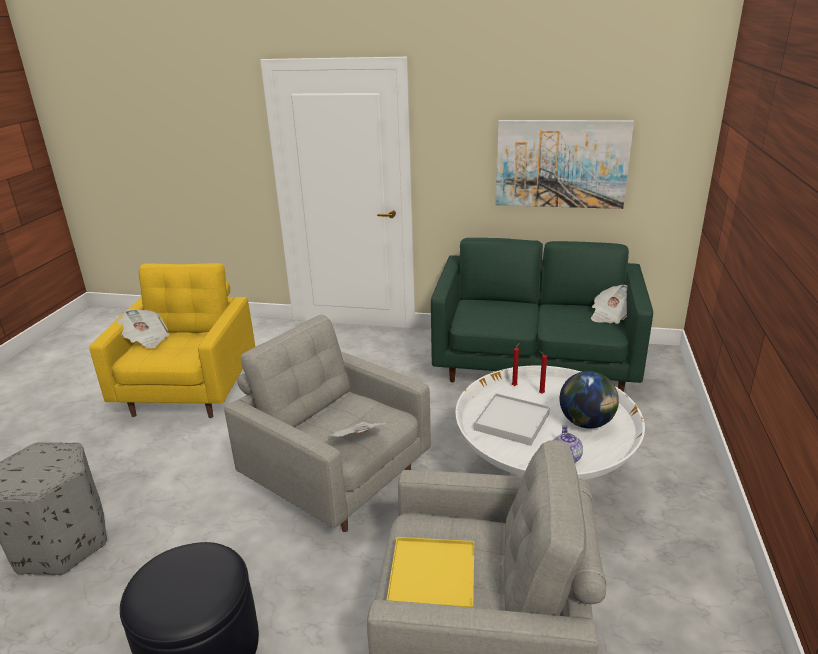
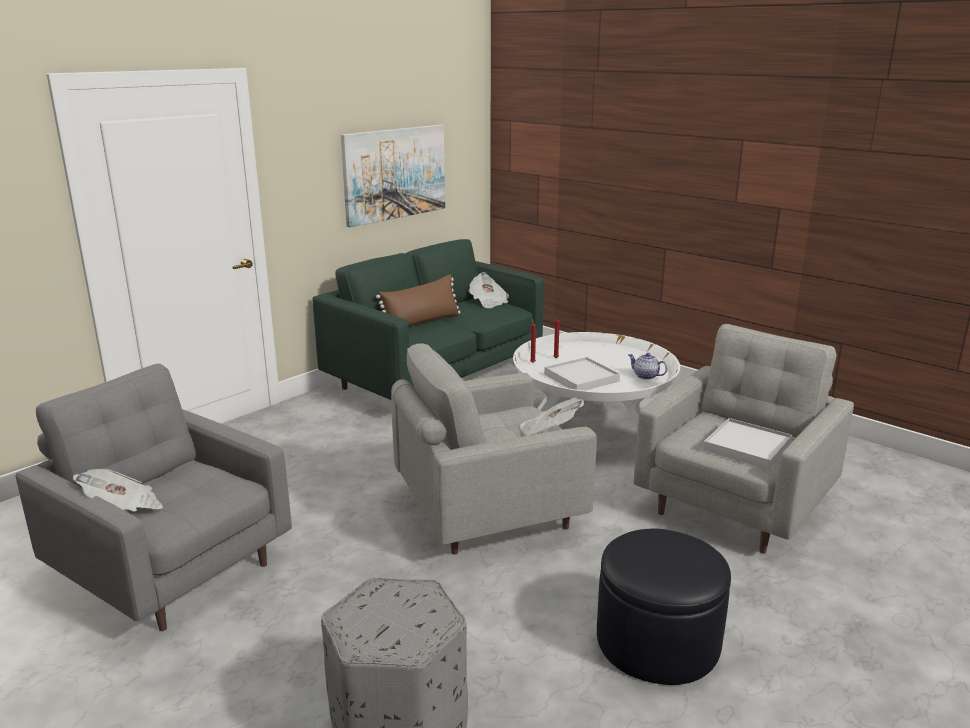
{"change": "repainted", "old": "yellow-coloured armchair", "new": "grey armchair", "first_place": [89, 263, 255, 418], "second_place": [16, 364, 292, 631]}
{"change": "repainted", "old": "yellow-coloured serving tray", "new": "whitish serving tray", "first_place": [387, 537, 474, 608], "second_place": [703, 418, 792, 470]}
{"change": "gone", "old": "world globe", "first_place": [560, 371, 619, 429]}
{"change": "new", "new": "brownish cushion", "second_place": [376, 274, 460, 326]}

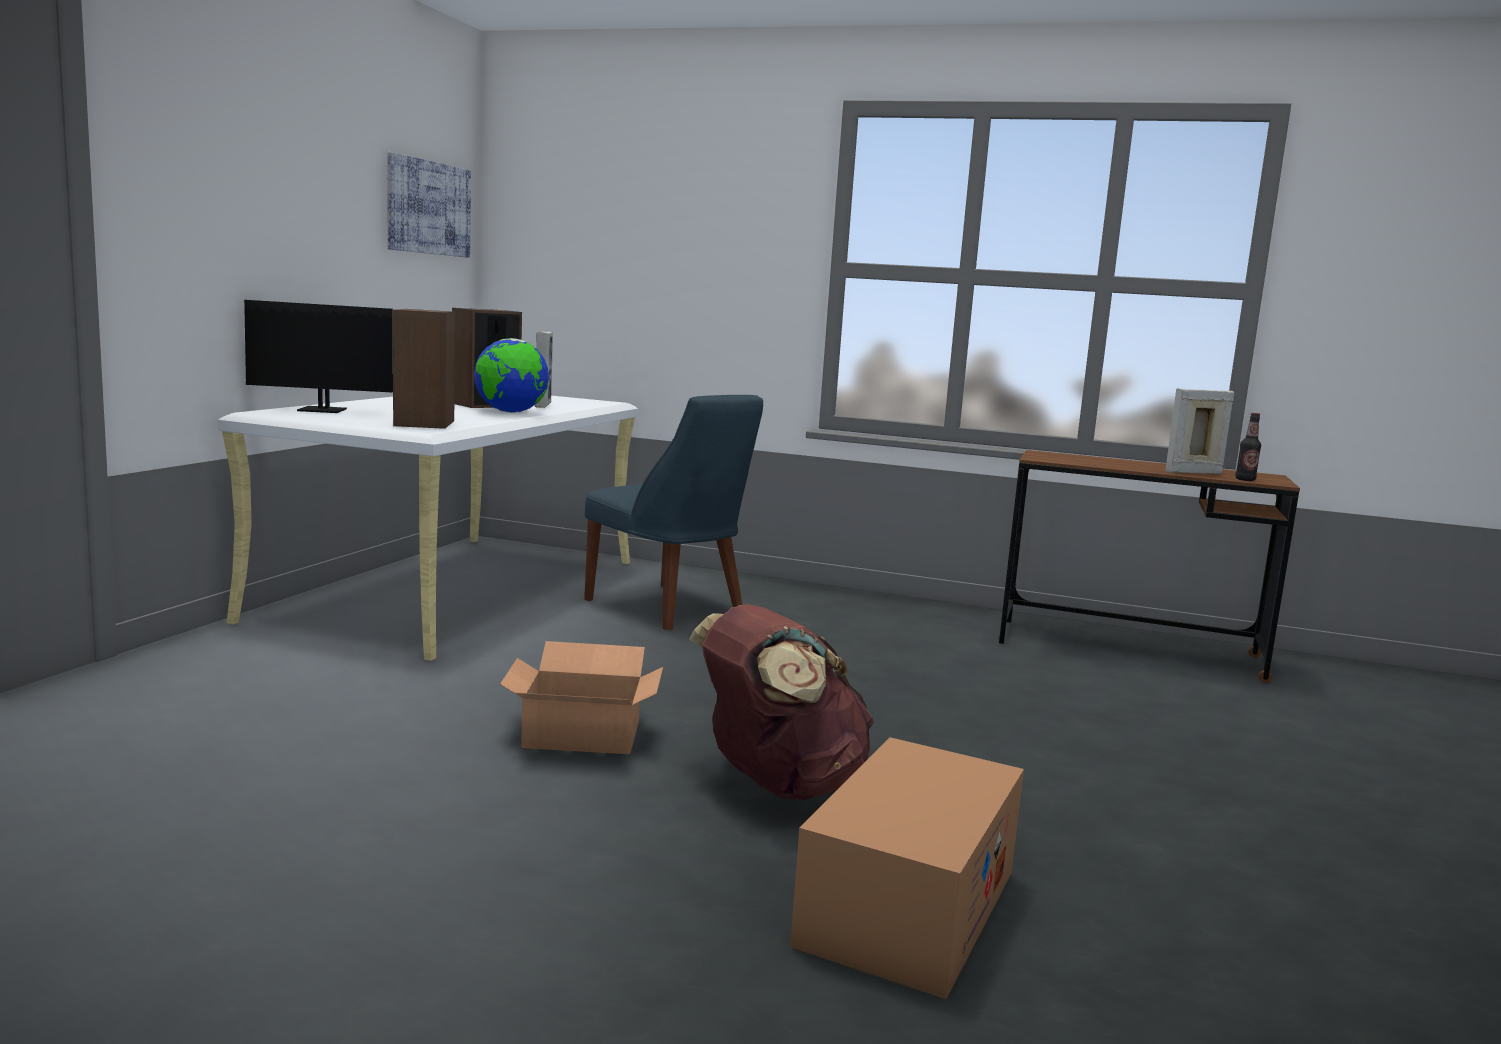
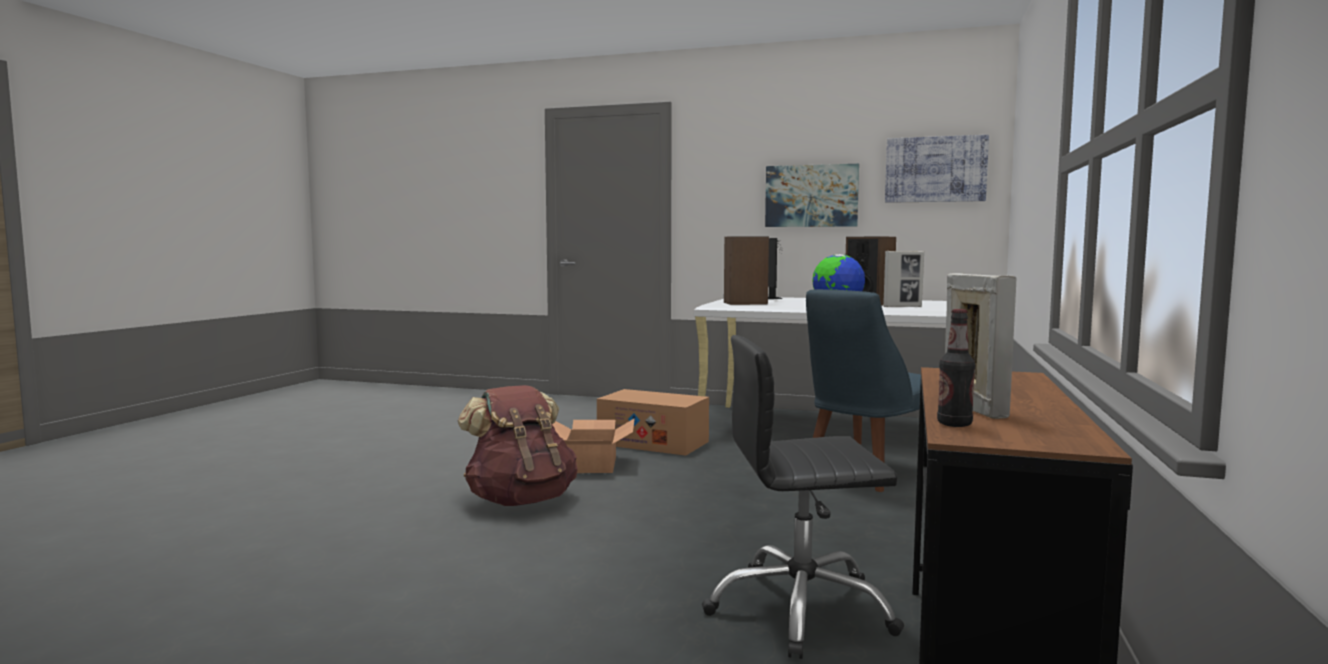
{"change": "shifted", "old": "carton", "first_place": [790, 737, 1024, 999], "second_place": [597, 389, 709, 456]}
{"change": "new", "new": "black computer chair", "second_place": [702, 335, 904, 659]}
{"change": "new", "new": "wall art", "second_place": [765, 164, 859, 227]}

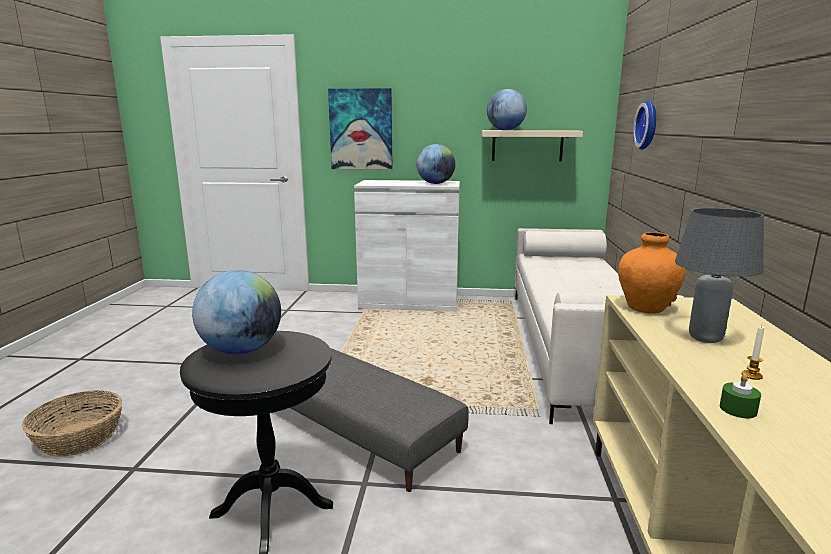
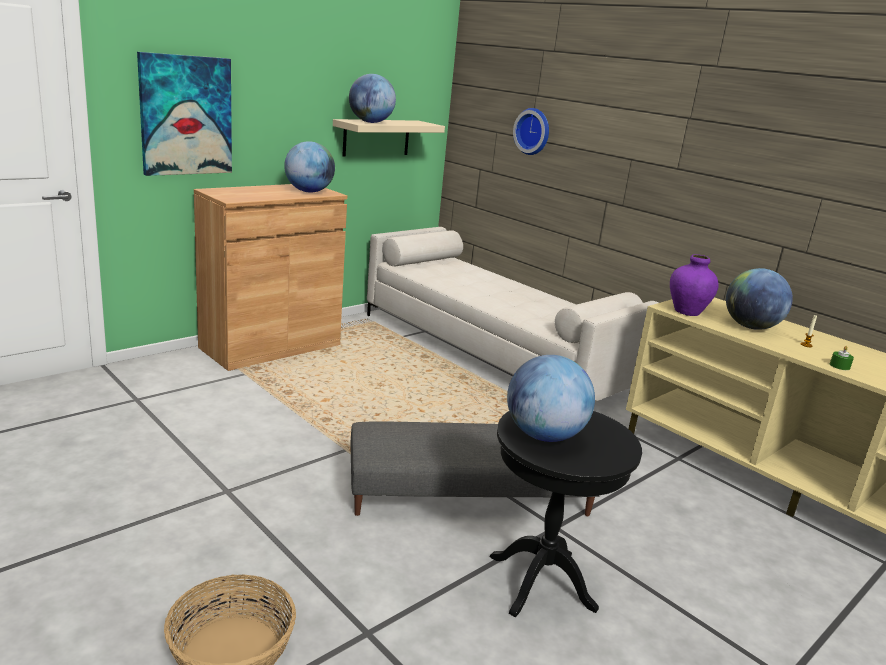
{"change": "repainted", "old": "whitish storage cabinet", "new": "brownish storage cabinet", "first_place": [354, 180, 460, 312], "second_place": [194, 184, 347, 371]}
{"change": "repainted", "old": "orange-coloured flower vase", "new": "purplish flower vase", "first_place": [618, 232, 686, 314], "second_place": [670, 254, 719, 316]}
{"change": "swapped", "old": "grey lamp for a table", "new": "world globe", "first_place": [675, 208, 764, 343], "second_place": [726, 268, 793, 330]}

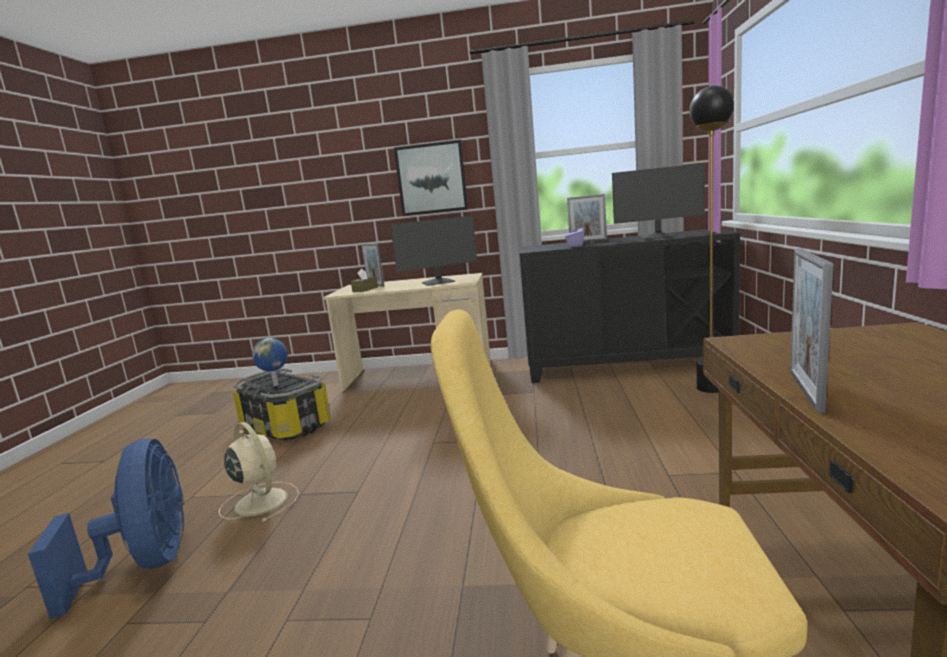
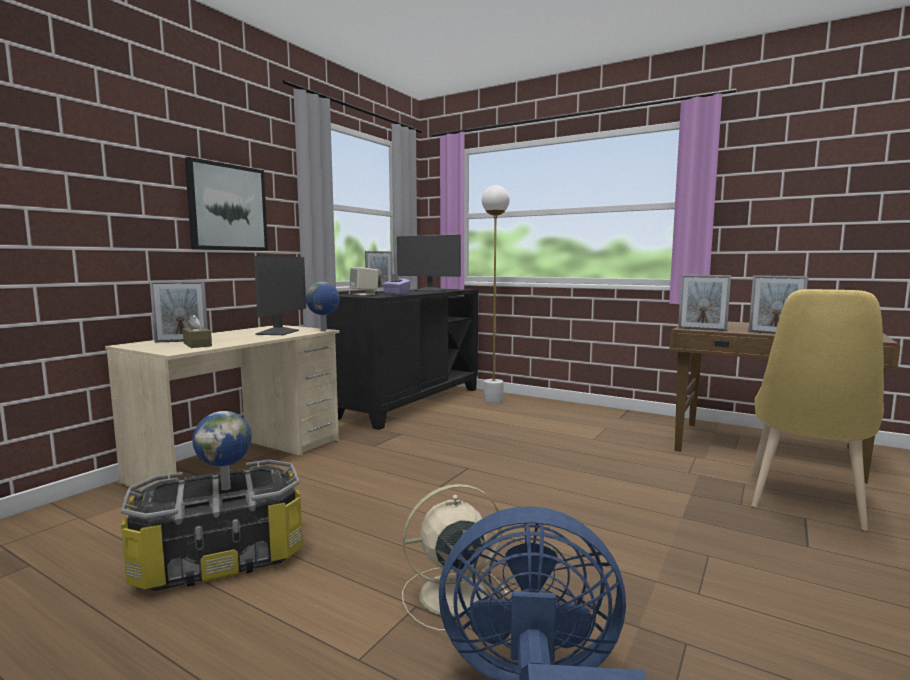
{"change": "rotated", "old": "computer screen", "first_place": [612, 163, 705, 240], "second_place": [397, 235, 461, 292], "degrees": 90}
{"change": "repainted", "old": "black floor lamp", "new": "whitish floor lamp", "first_place": [689, 86, 734, 393], "second_place": [482, 185, 510, 404]}
{"change": "new", "new": "world globe", "second_place": [306, 282, 340, 331]}
{"change": "new", "new": "beige-coloured audio speaker", "second_place": [349, 267, 379, 295]}
{"change": "new", "new": "picture frame", "second_place": [678, 275, 731, 331]}

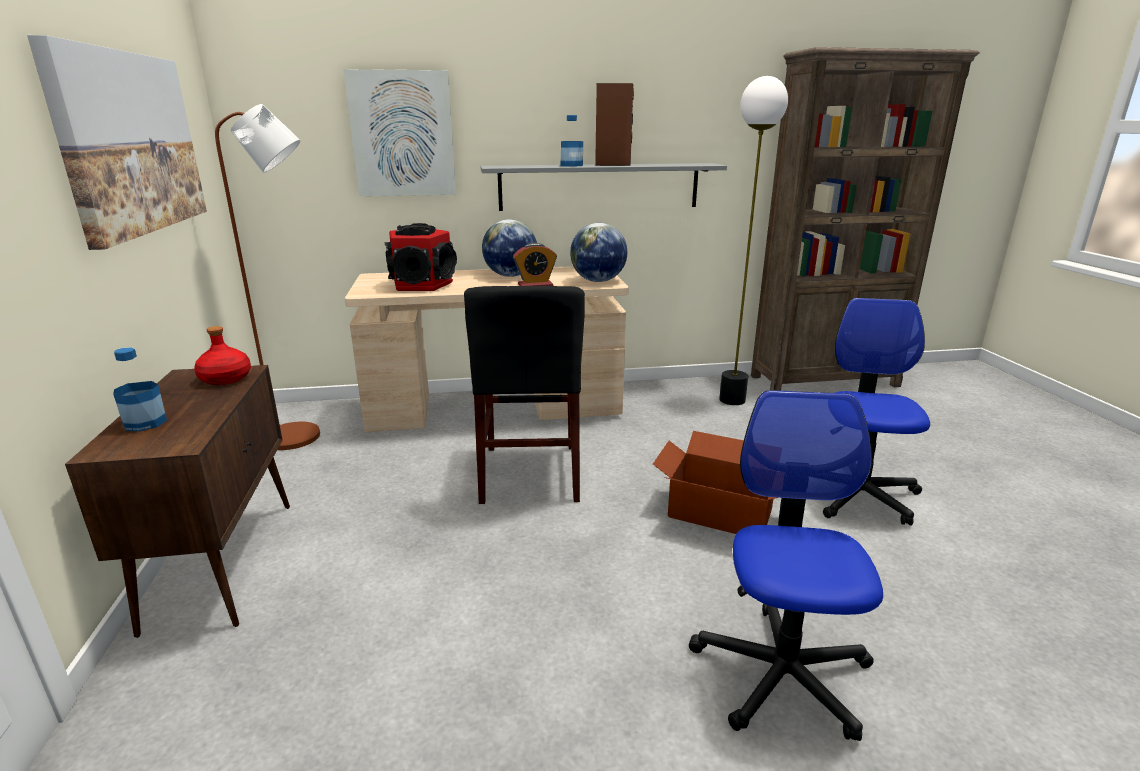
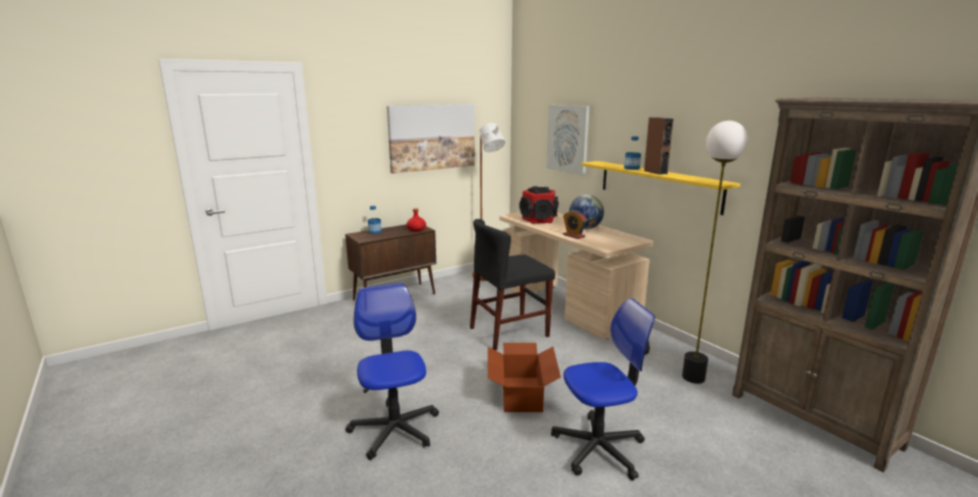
{"change": "repainted", "old": "grey bracket shelf", "new": "yellow-coloured bracket shelf", "first_place": [481, 163, 727, 211], "second_place": [581, 161, 740, 215]}
{"change": "gone", "old": "world globe", "first_place": [570, 223, 627, 282]}
{"change": "rotated", "old": "computer chair", "first_place": [689, 390, 883, 741], "second_place": [346, 283, 439, 460], "degrees": -90}

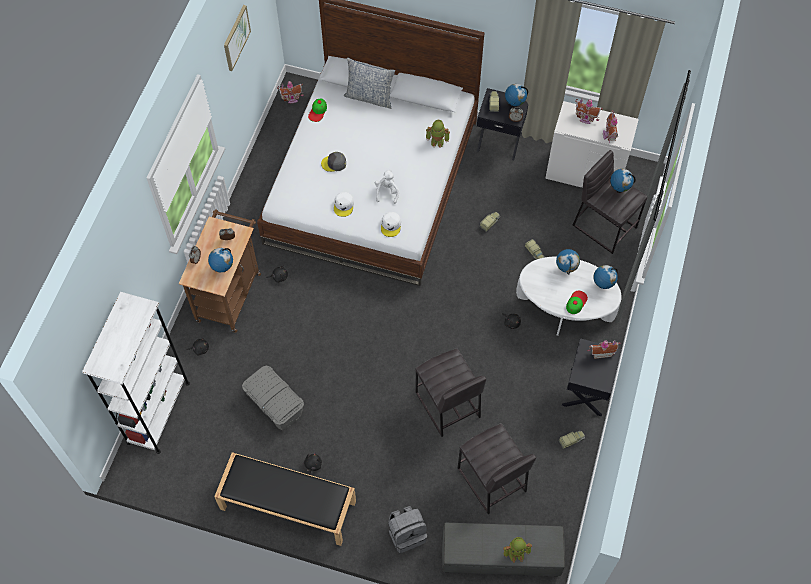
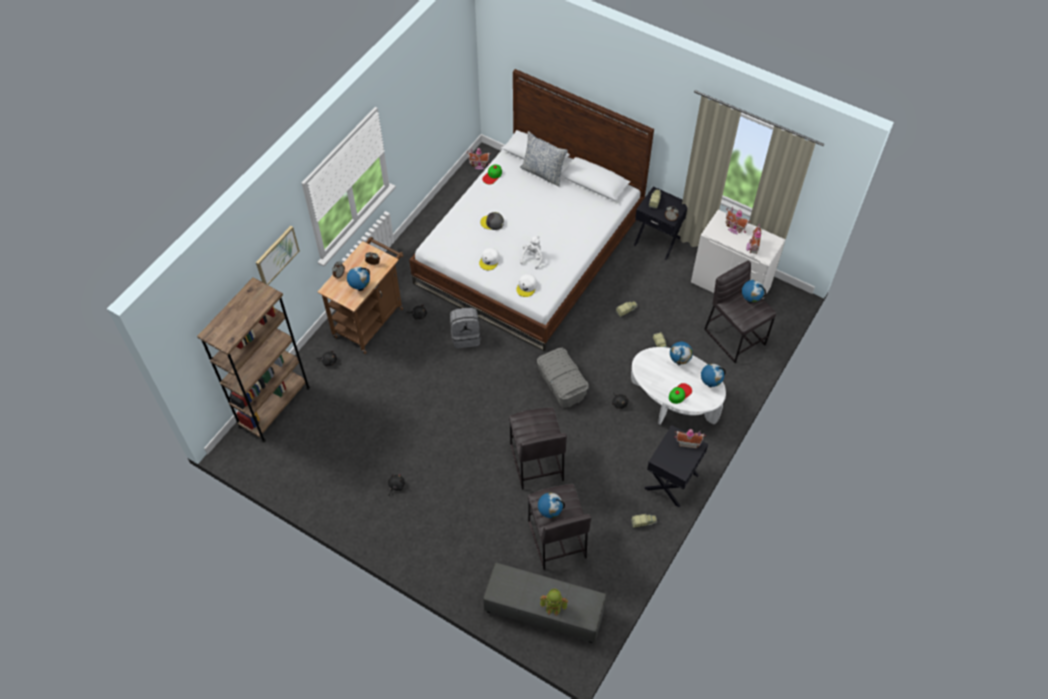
{"change": "repainted", "old": "whitish shelving unit", "new": "brownish shelving unit", "first_place": [82, 292, 190, 454], "second_place": [197, 277, 310, 442]}
{"change": "gone", "old": "black bench", "first_place": [214, 452, 356, 546]}
{"change": "shifted", "old": "wall art", "first_place": [224, 5, 251, 71], "second_place": [256, 226, 300, 285]}
{"change": "shifted", "old": "grey storage bin", "first_place": [242, 365, 304, 430], "second_place": [537, 348, 589, 408]}
{"change": "shifted", "old": "grey knapsack", "first_place": [388, 506, 427, 553], "second_place": [450, 308, 481, 348]}
{"change": "gone", "old": "toy robot", "first_place": [426, 120, 450, 148]}
{"change": "shifted", "old": "world globe", "first_place": [505, 84, 528, 108], "second_place": [538, 492, 565, 518]}

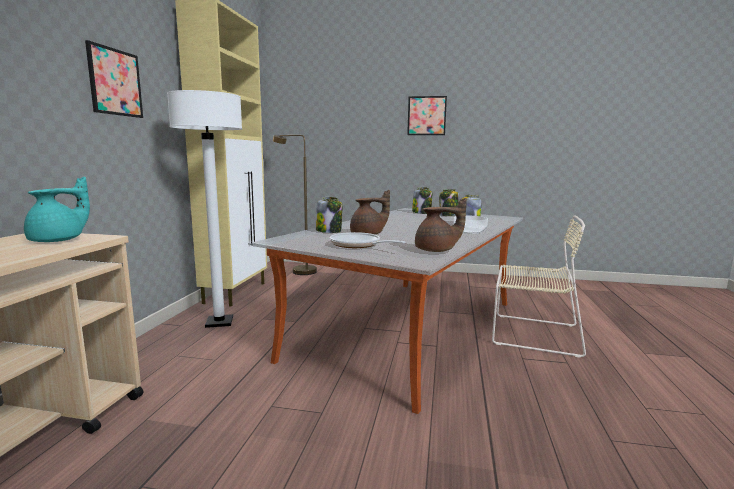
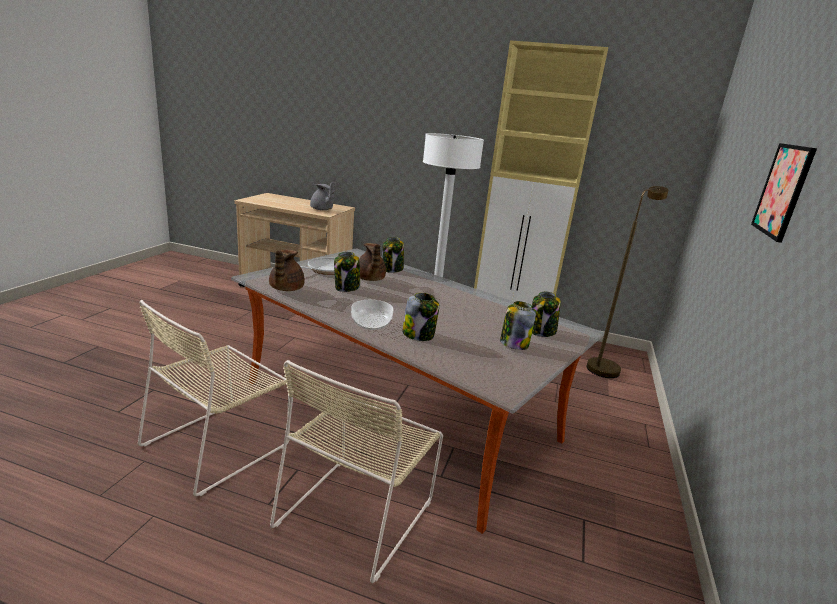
{"change": "repainted", "old": "blue-green pot for tea", "new": "grey pot for tea", "first_place": [24, 177, 90, 242], "second_place": [310, 182, 335, 210]}
{"change": "gone", "old": "wall art", "first_place": [85, 40, 143, 118]}
{"change": "new", "new": "beige-coloured upright chair", "second_place": [138, 300, 290, 496]}
{"change": "new", "new": "storage jar", "second_place": [334, 252, 360, 292]}

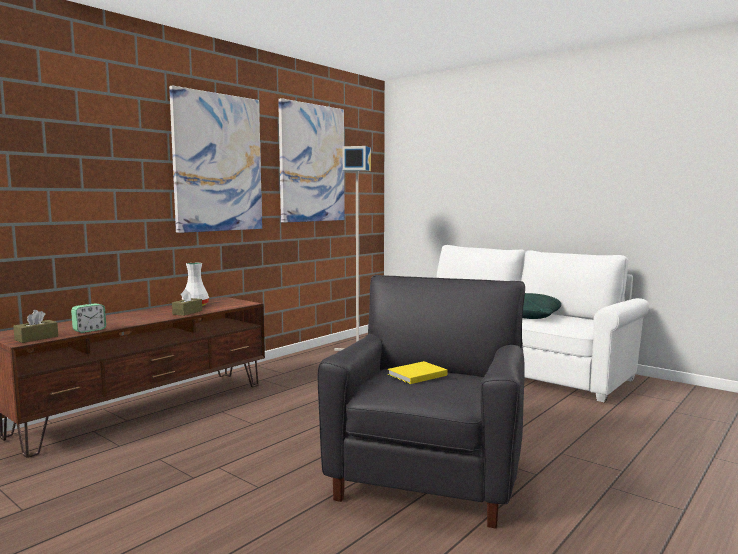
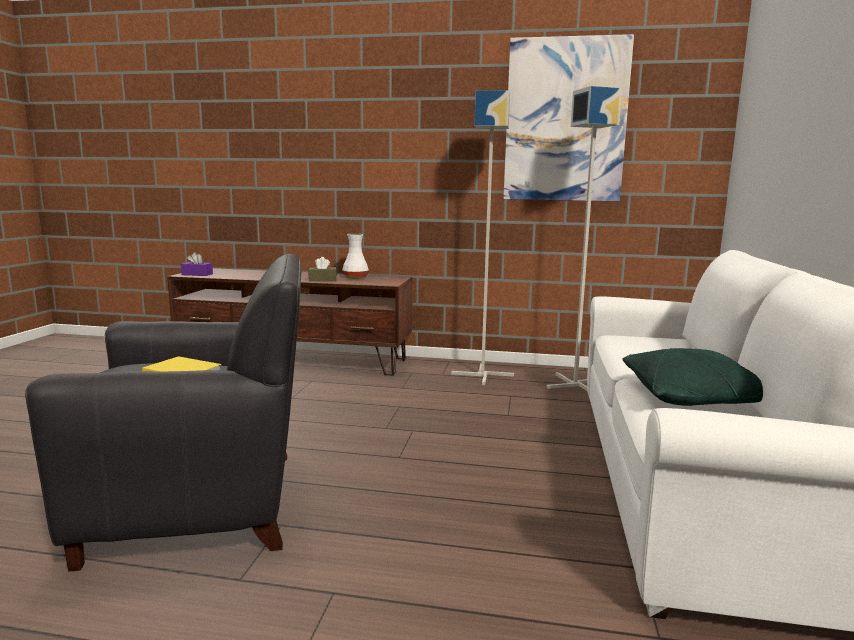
{"change": "repainted", "old": "brownish tissue box", "new": "purplish tissue box", "first_place": [13, 310, 58, 343], "second_place": [181, 252, 213, 276]}
{"change": "gone", "old": "alarm clock", "first_place": [71, 303, 106, 333]}
{"change": "gone", "old": "wall art", "first_place": [169, 85, 262, 233]}
{"change": "new", "new": "grey floor lamp", "second_place": [451, 90, 514, 385]}

